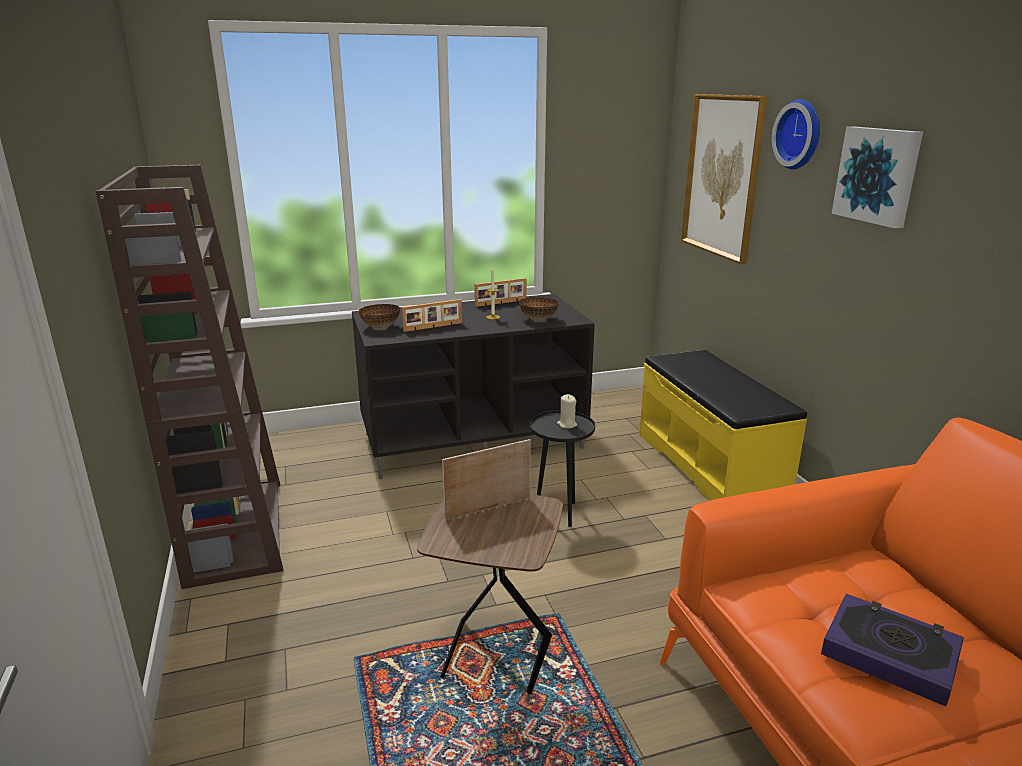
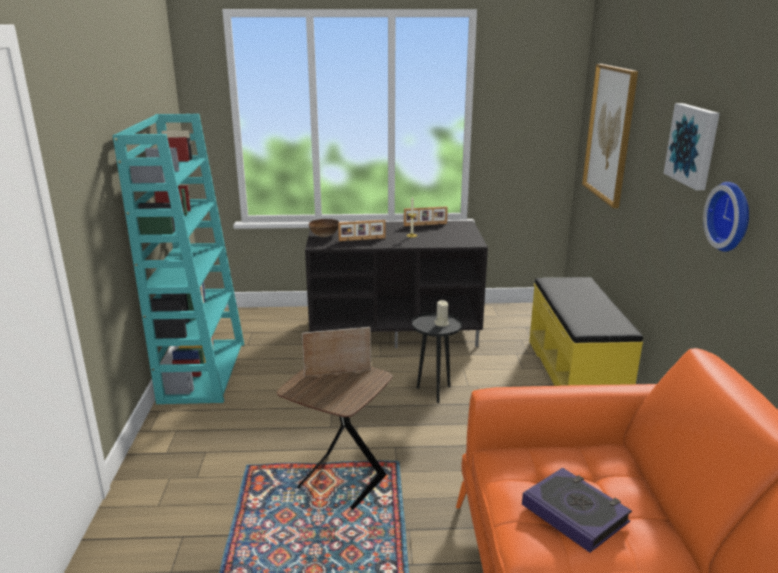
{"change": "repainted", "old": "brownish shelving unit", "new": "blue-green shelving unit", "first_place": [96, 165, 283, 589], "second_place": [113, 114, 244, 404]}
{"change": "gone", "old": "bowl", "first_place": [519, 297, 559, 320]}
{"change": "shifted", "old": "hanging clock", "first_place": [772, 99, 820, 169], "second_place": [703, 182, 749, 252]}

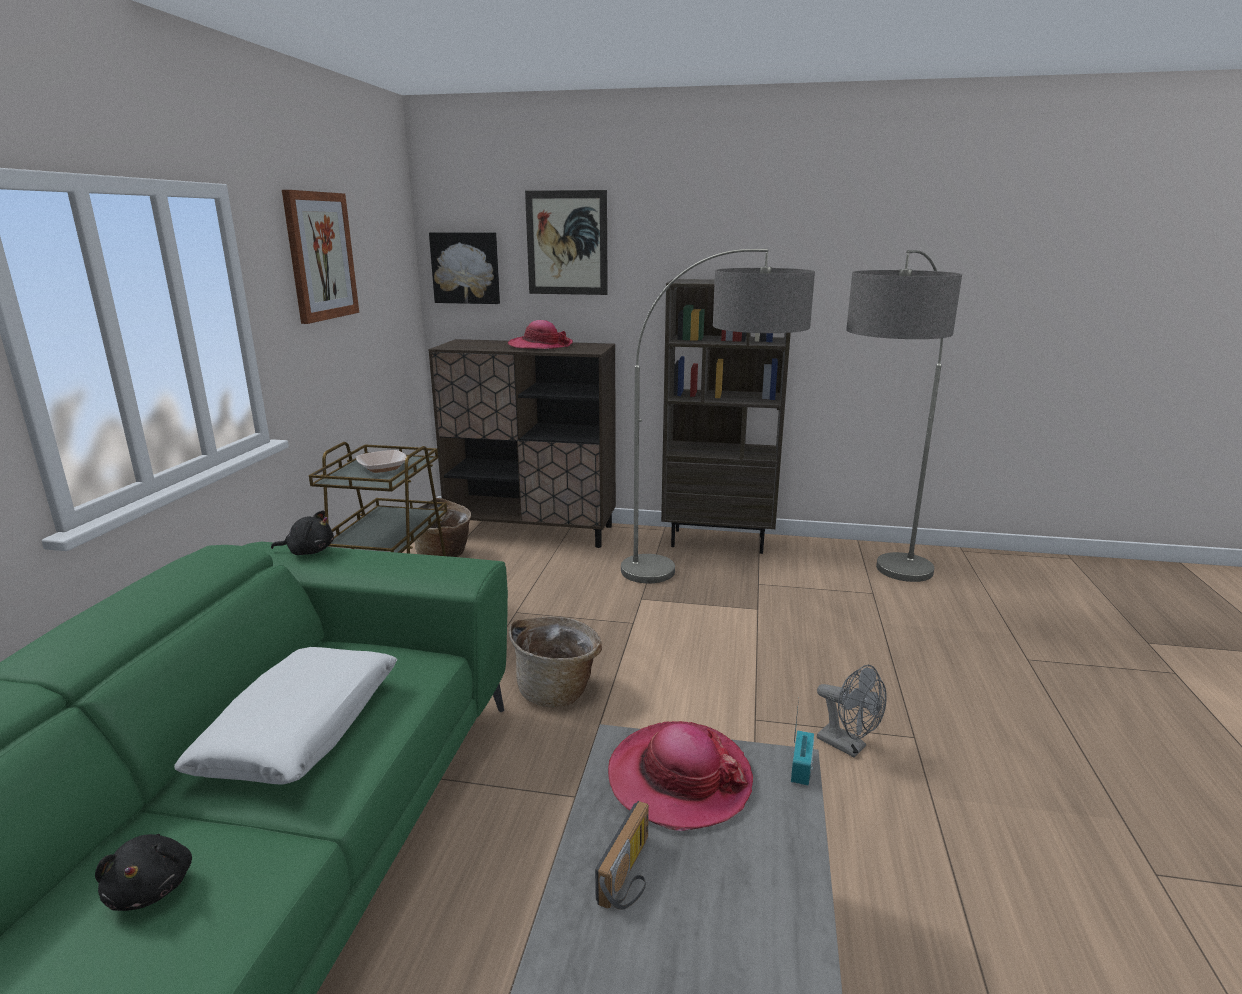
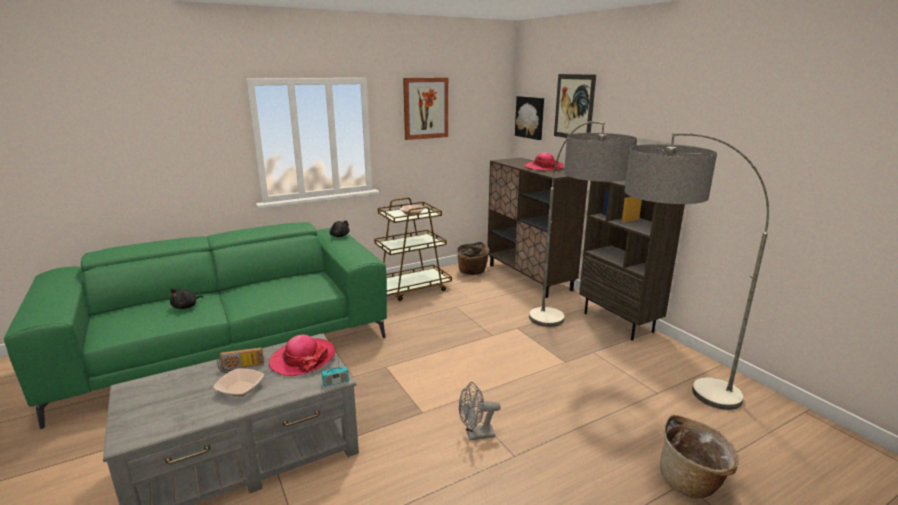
{"change": "gone", "old": "whitish cushion", "first_place": [174, 647, 397, 785]}
{"change": "shifted", "old": "basket", "first_place": [509, 616, 602, 707], "second_place": [660, 415, 739, 499]}
{"change": "rotated", "old": "grey cooling fan", "first_place": [817, 665, 887, 757], "second_place": [459, 382, 501, 441], "degrees": 75}
{"change": "new", "new": "bowl", "second_place": [213, 368, 264, 396]}

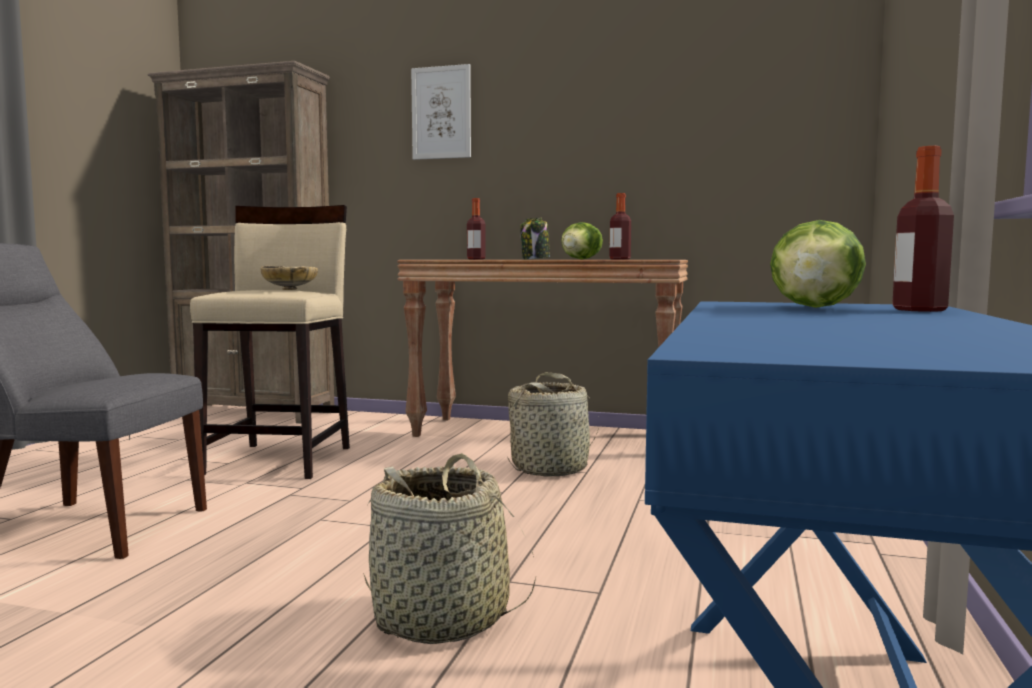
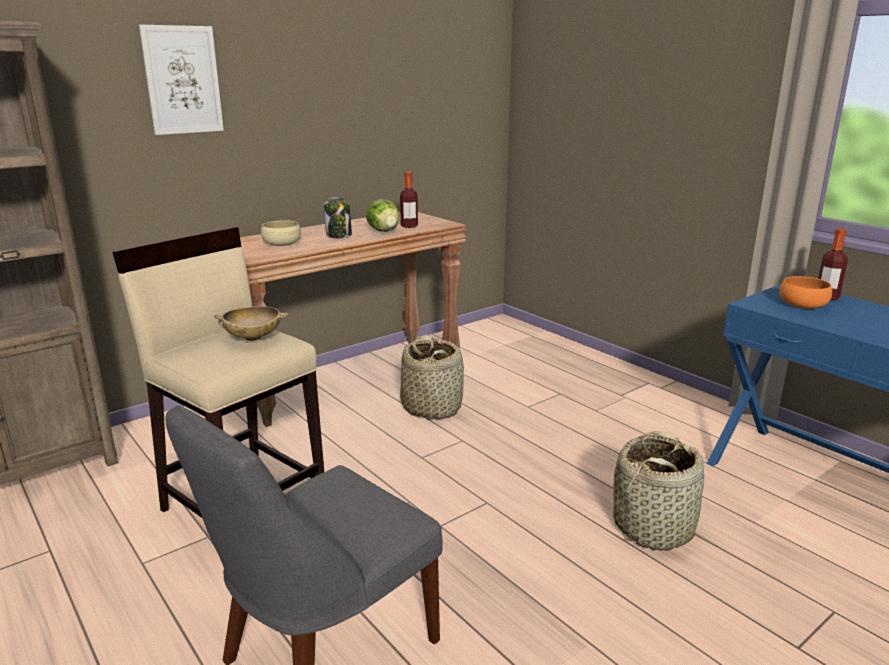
{"change": "swapped", "old": "drink bottle", "new": "beige-coloured bowl", "first_place": [467, 198, 486, 259], "second_place": [261, 220, 301, 246]}
{"change": "swapped", "old": "head of lettuce", "new": "orange-coloured bowl", "first_place": [770, 220, 866, 308], "second_place": [779, 276, 832, 309]}

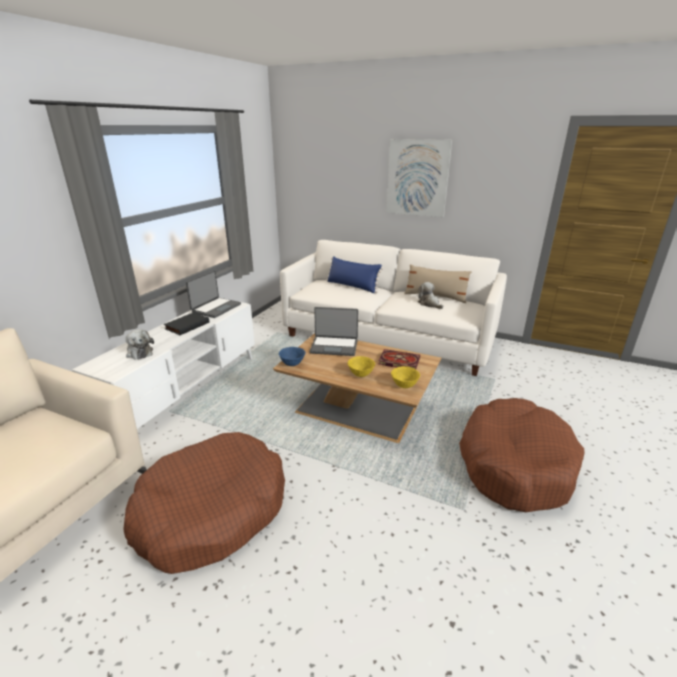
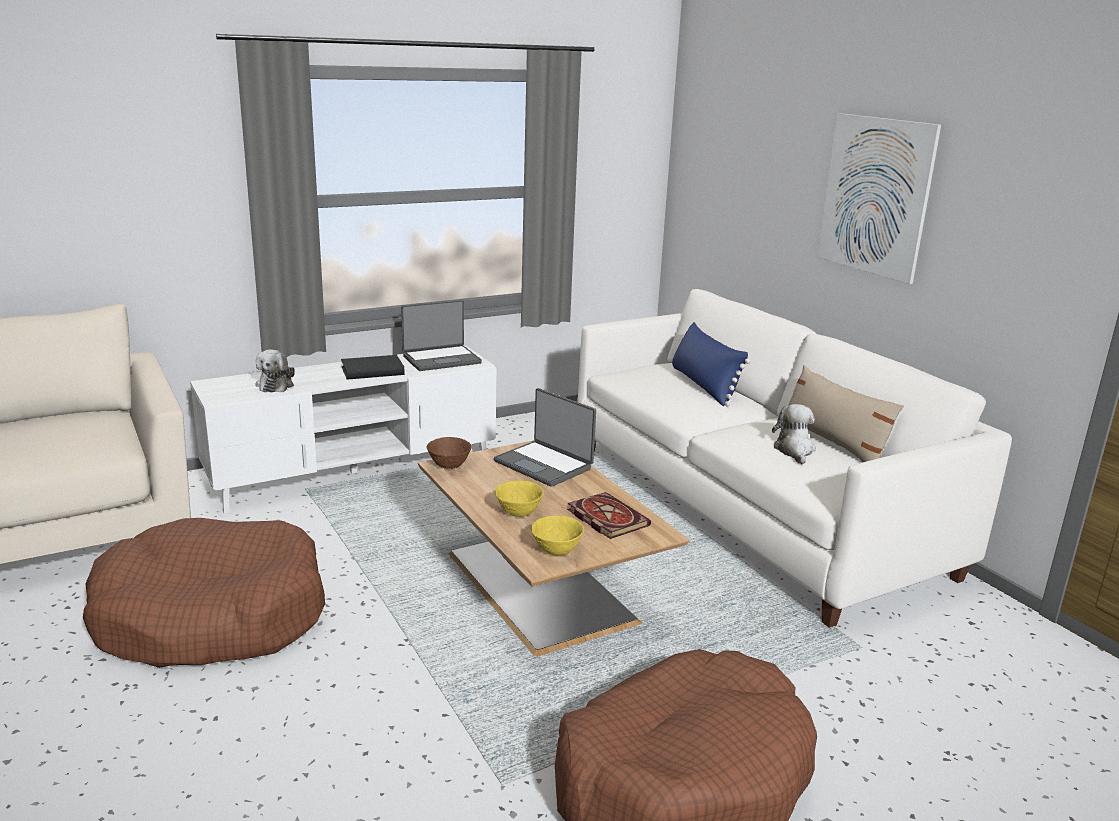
{"change": "repainted", "old": "blue bowl", "new": "brownish bowl", "first_place": [279, 347, 306, 366], "second_place": [427, 437, 472, 469]}

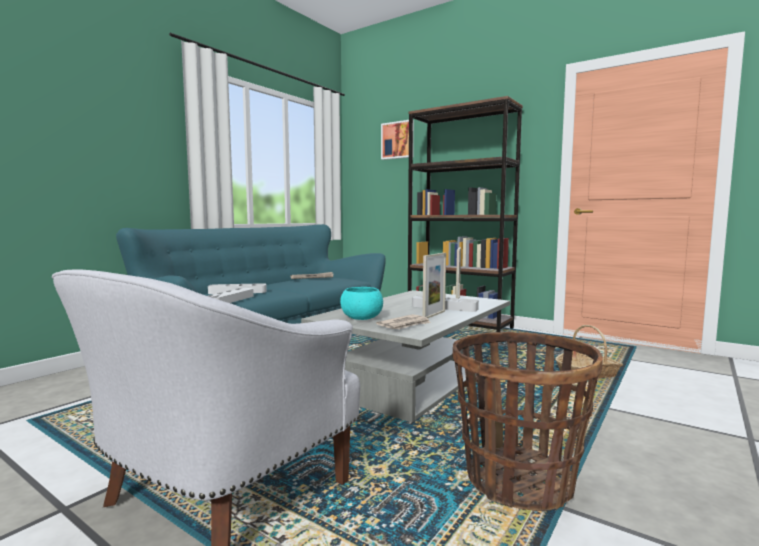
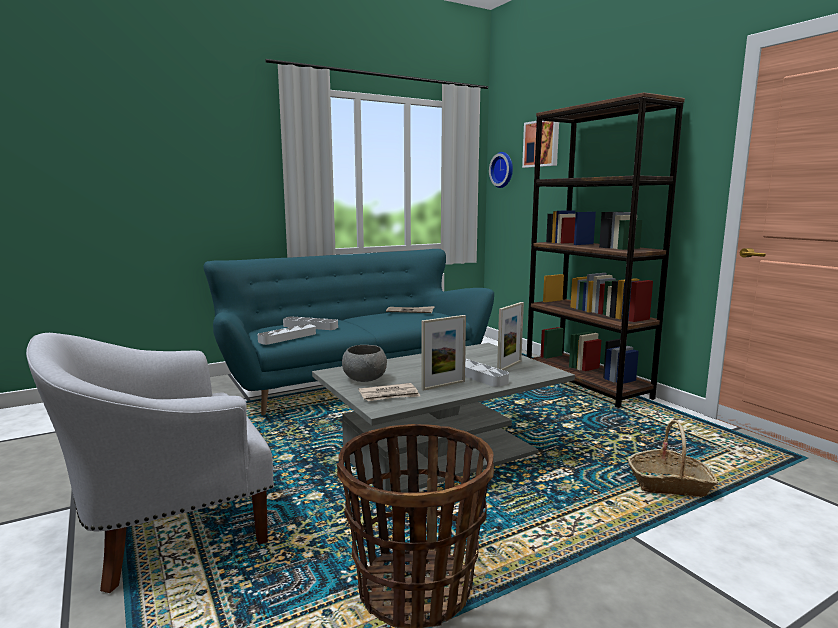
{"change": "repainted", "old": "blue-green bowl", "new": "grey bowl", "first_place": [340, 287, 383, 320], "second_place": [342, 345, 387, 382]}
{"change": "new", "new": "hanging clock", "second_place": [489, 152, 513, 188]}

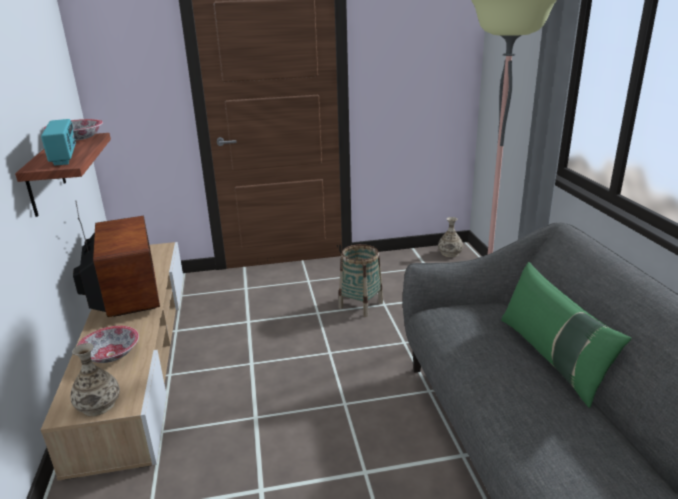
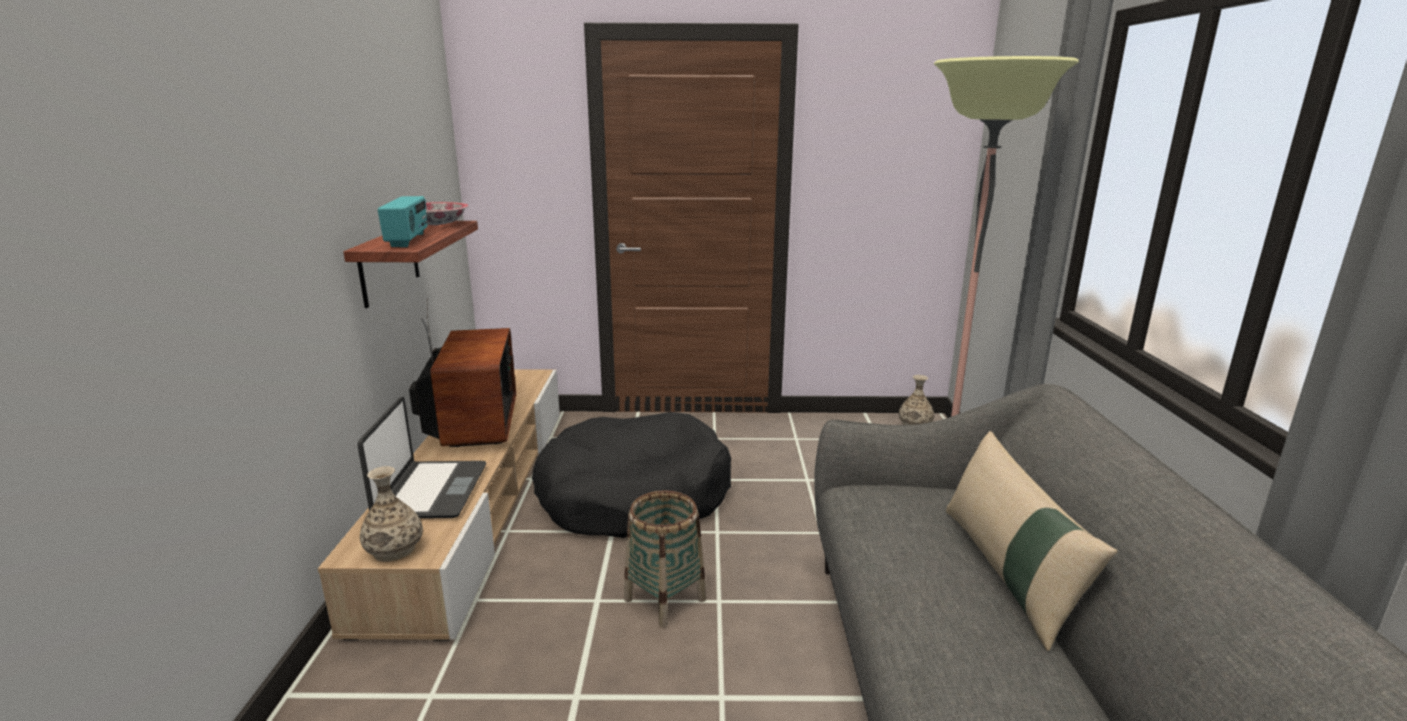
{"change": "swapped", "old": "bowl", "new": "portable computer", "first_place": [77, 326, 139, 363], "second_place": [357, 397, 486, 519]}
{"change": "shifted", "old": "basket", "first_place": [338, 244, 383, 317], "second_place": [624, 491, 706, 628]}
{"change": "repainted", "old": "green cushion", "new": "beige-coloured cushion", "first_place": [501, 262, 632, 408], "second_place": [946, 431, 1117, 651]}
{"change": "new", "new": "black pet bed", "second_place": [532, 412, 731, 538]}

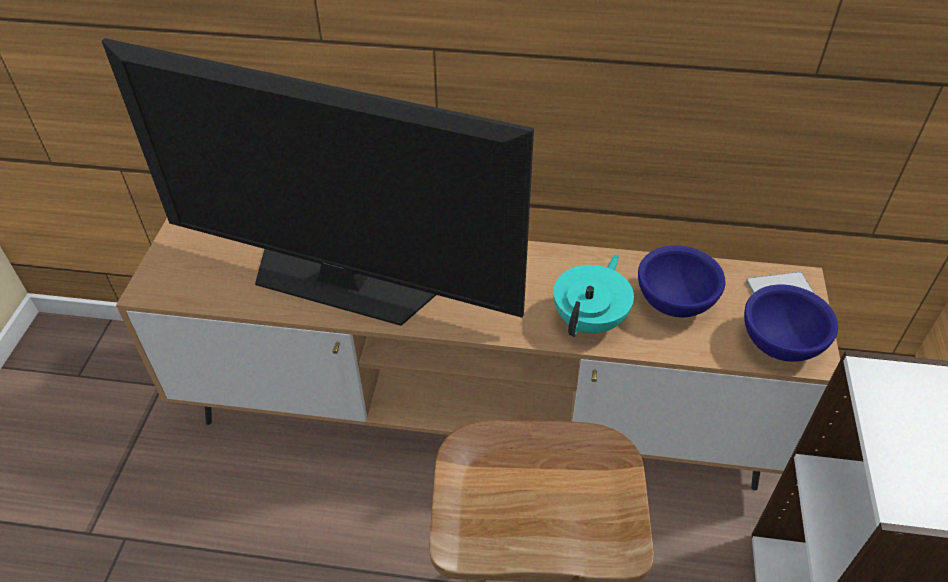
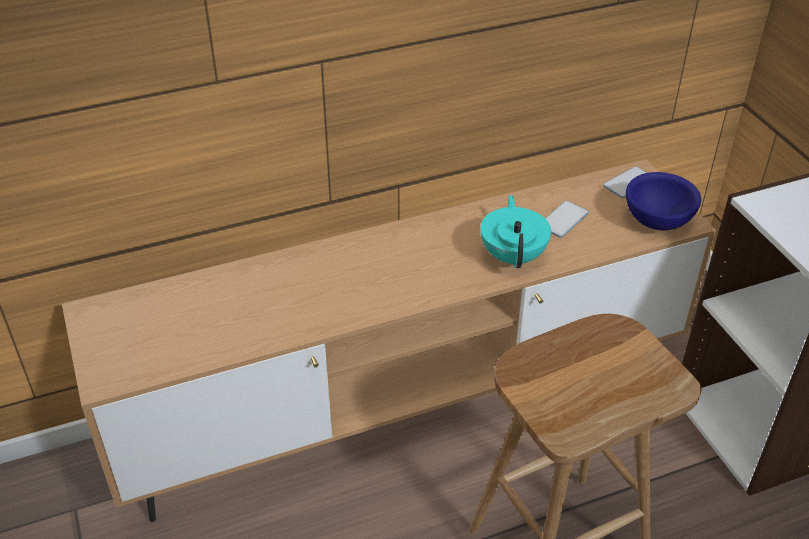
{"change": "gone", "old": "TV set", "first_place": [101, 38, 534, 326]}
{"change": "swapped", "old": "blue bowl", "new": "phone", "first_place": [638, 245, 725, 317], "second_place": [545, 201, 589, 238]}

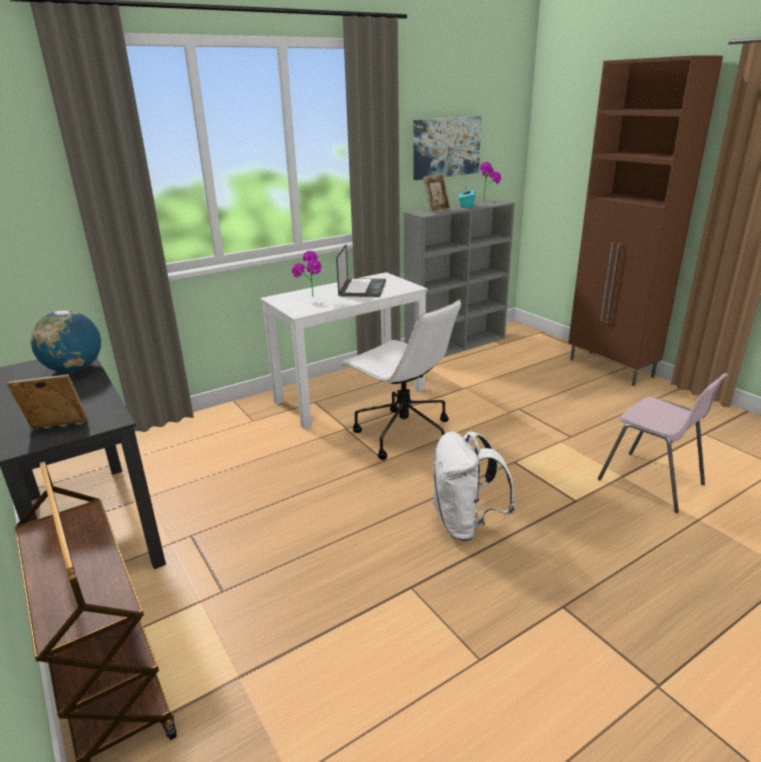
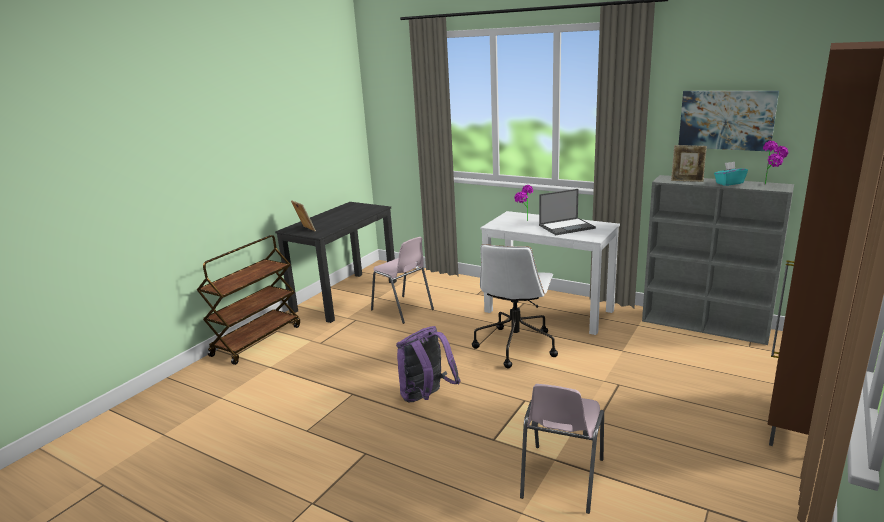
{"change": "gone", "old": "world globe", "first_place": [31, 310, 101, 373]}
{"change": "repainted", "old": "whitish knapsack", "new": "purplish knapsack", "first_place": [432, 431, 515, 541], "second_place": [396, 326, 460, 402]}
{"change": "new", "new": "pink upright chair", "second_place": [371, 237, 434, 324]}

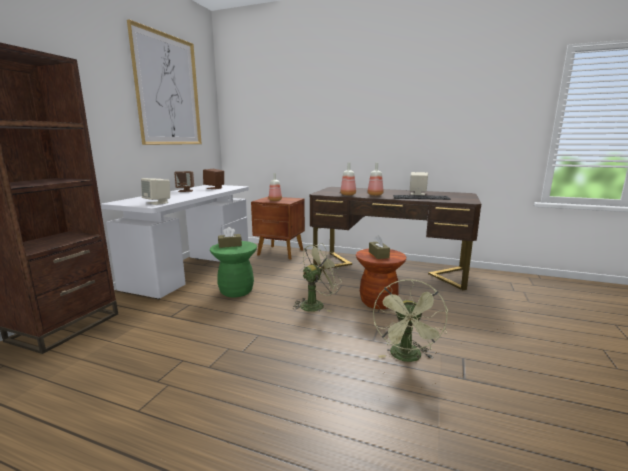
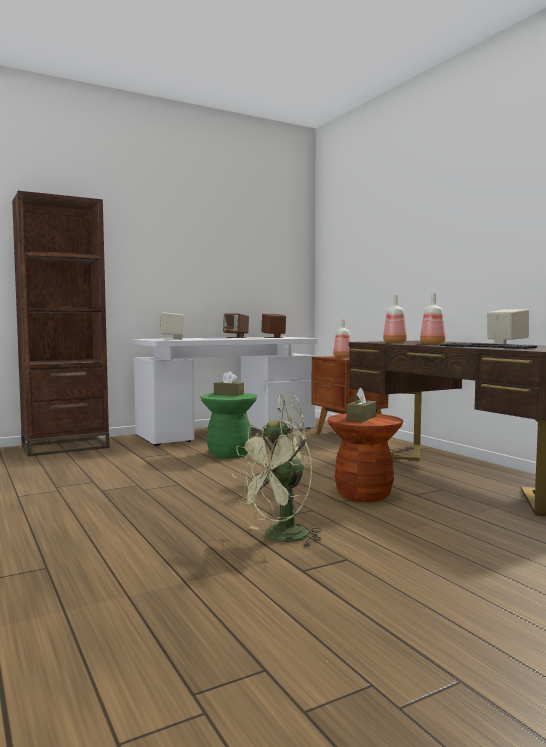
{"change": "gone", "old": "wall art", "first_place": [127, 19, 202, 145]}

